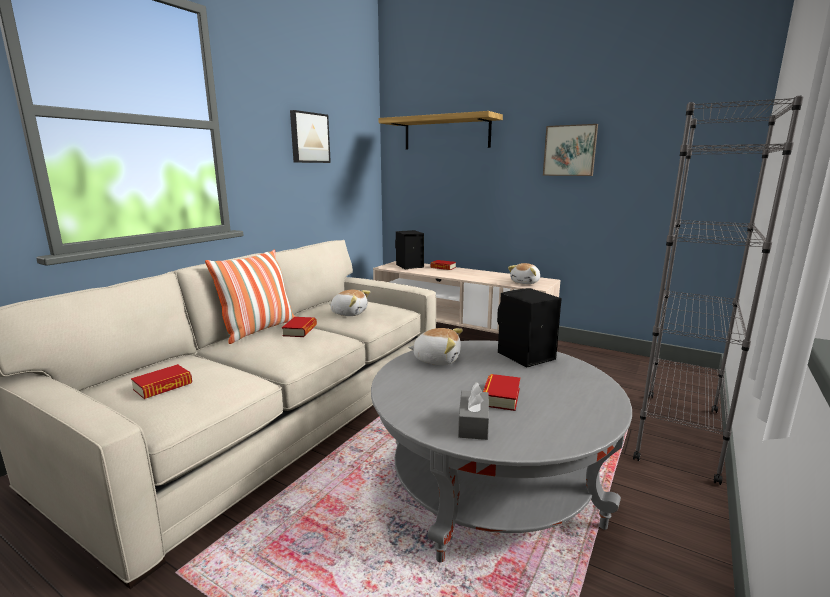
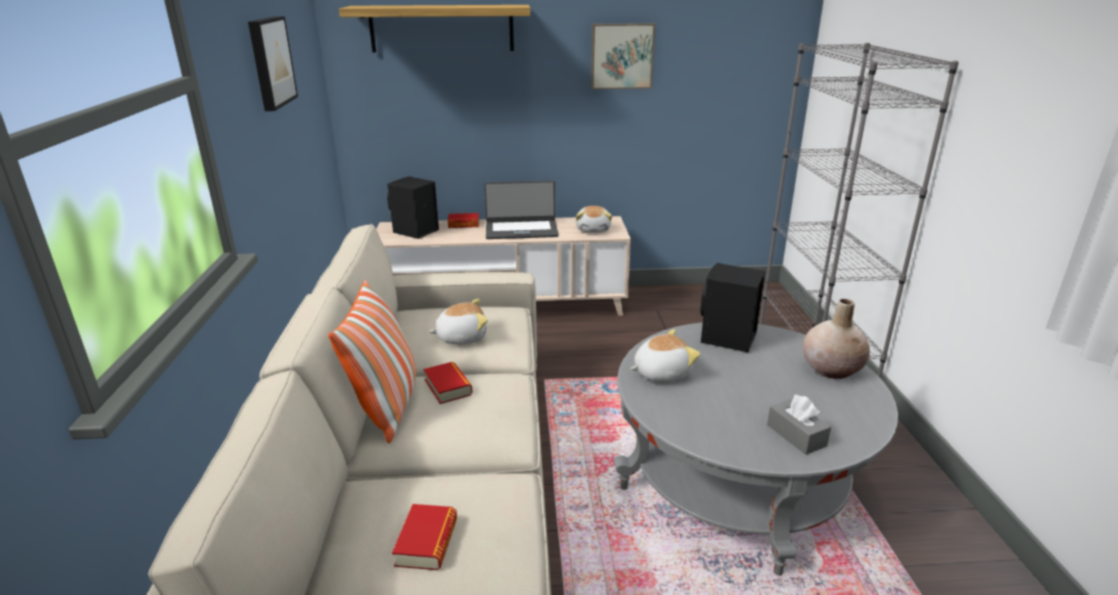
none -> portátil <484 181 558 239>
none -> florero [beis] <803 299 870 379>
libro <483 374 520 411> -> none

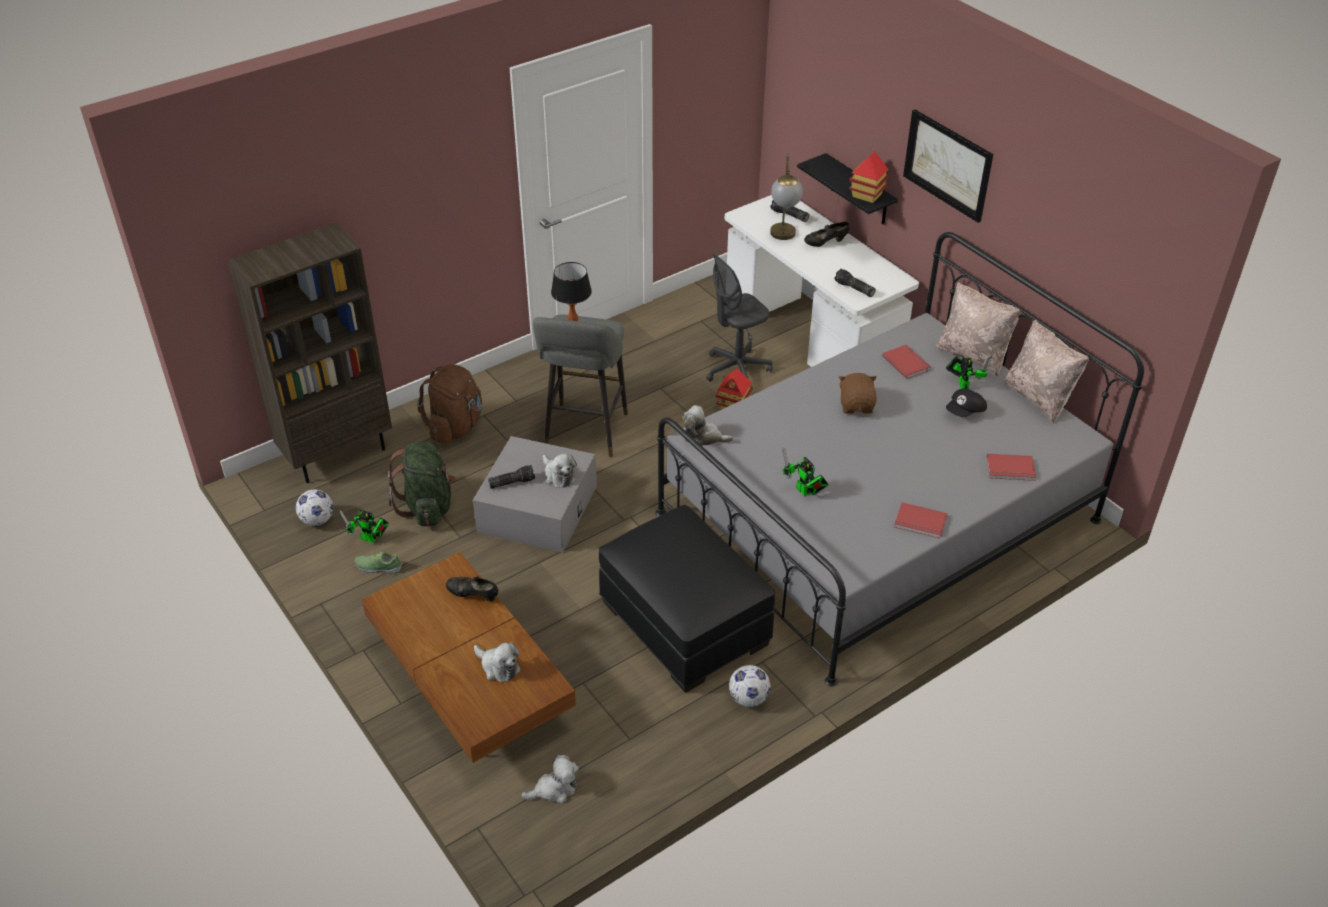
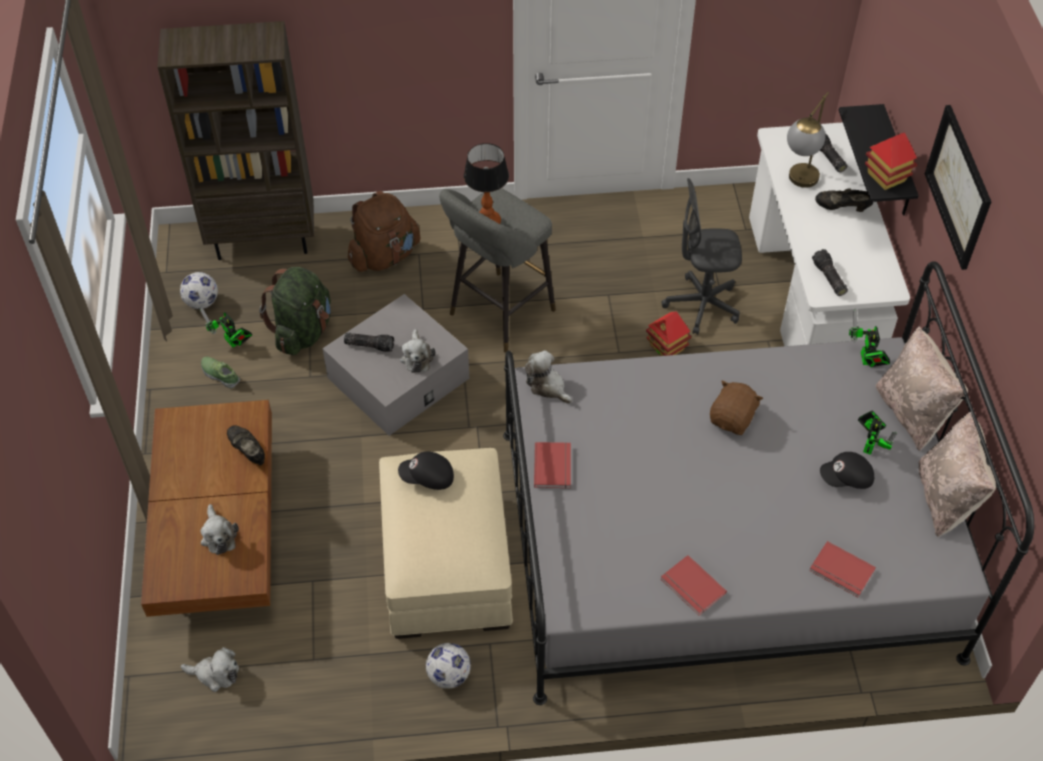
puf [negro] <599 505 775 692> -> puf [beis] <379 448 513 639>
none -> gorra [negro] <398 452 454 490>
libro [rojo] <882 345 930 379> -> libro [rojo] <534 442 571 489>, moved
robot de juguete <782 447 828 496> -> robot de juguete <849 309 890 367>, moved

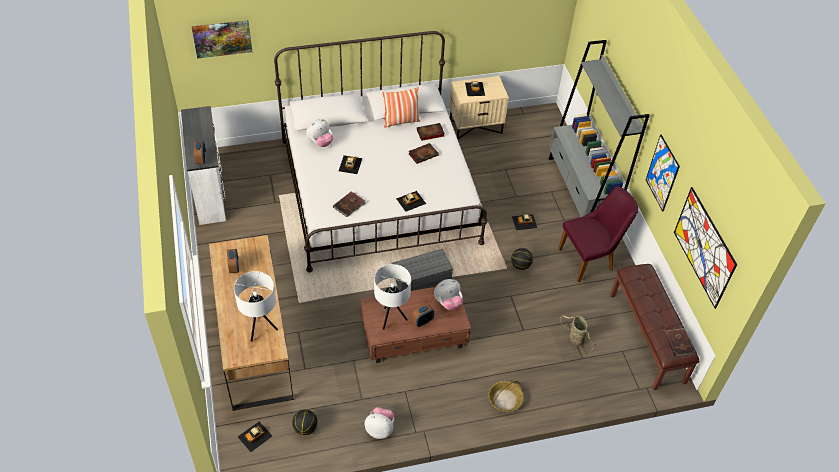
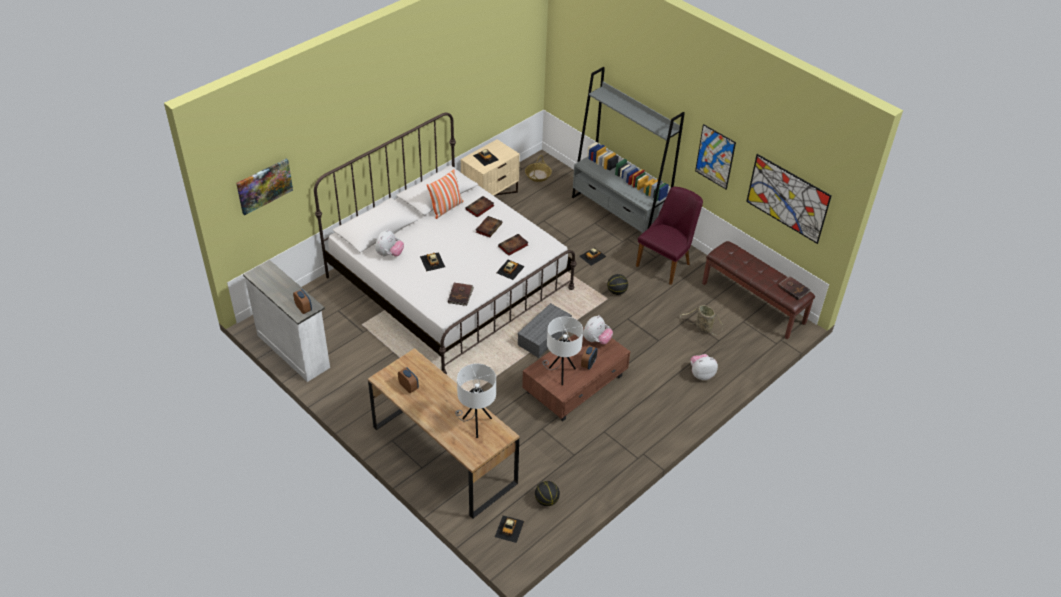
none -> libro <498 234 529 256>
cesta <488 381 523 412> -> cesta <525 155 552 182>, moved
peluche <364 407 394 439> -> peluche <691 354 718 380>, moved

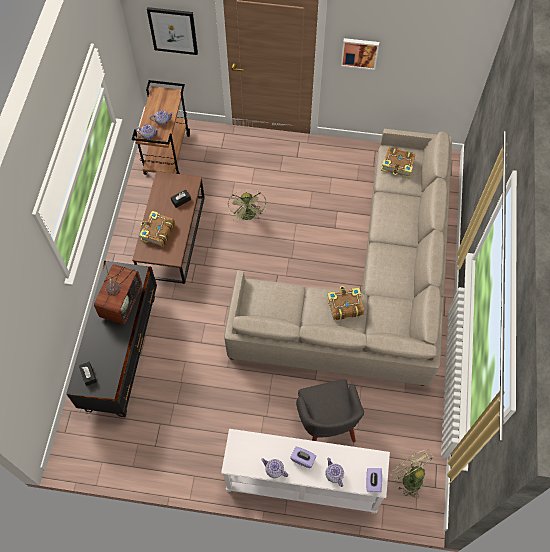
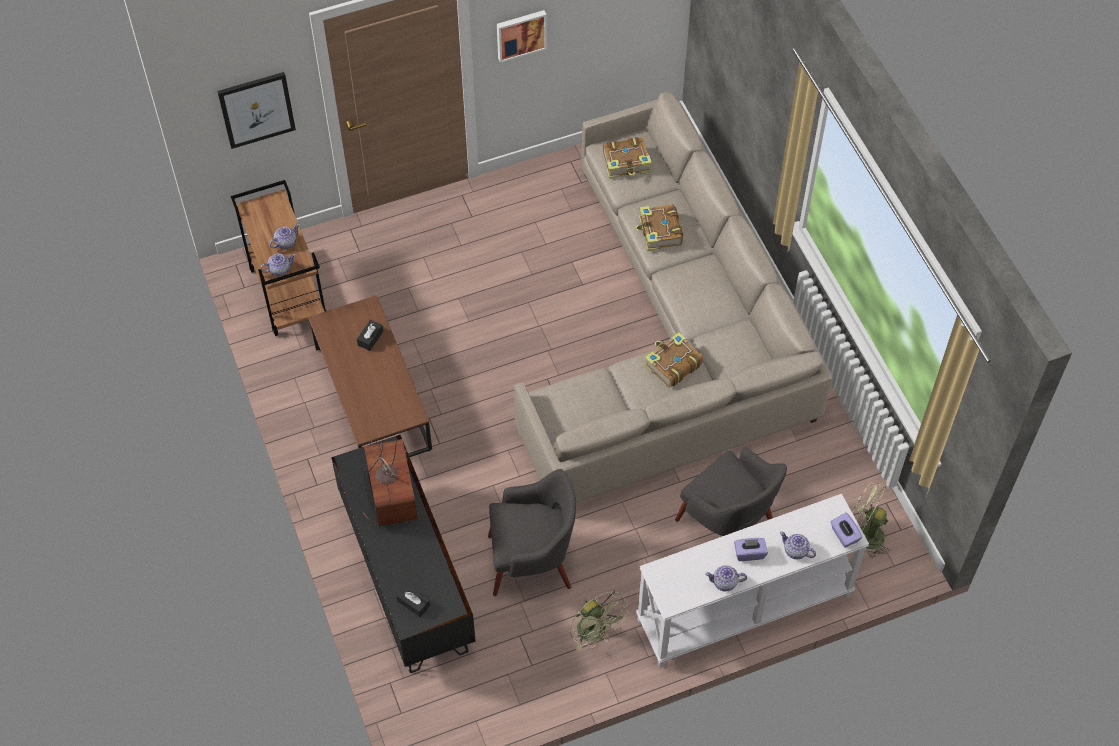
none -> sillón [gris] <488 469 576 596>
ventilador [verde] <228 190 266 221> -> ventilador [verde] <570 591 629 651>, moved
libro <139 211 175 247> -> libro <635 204 683 251>, moved

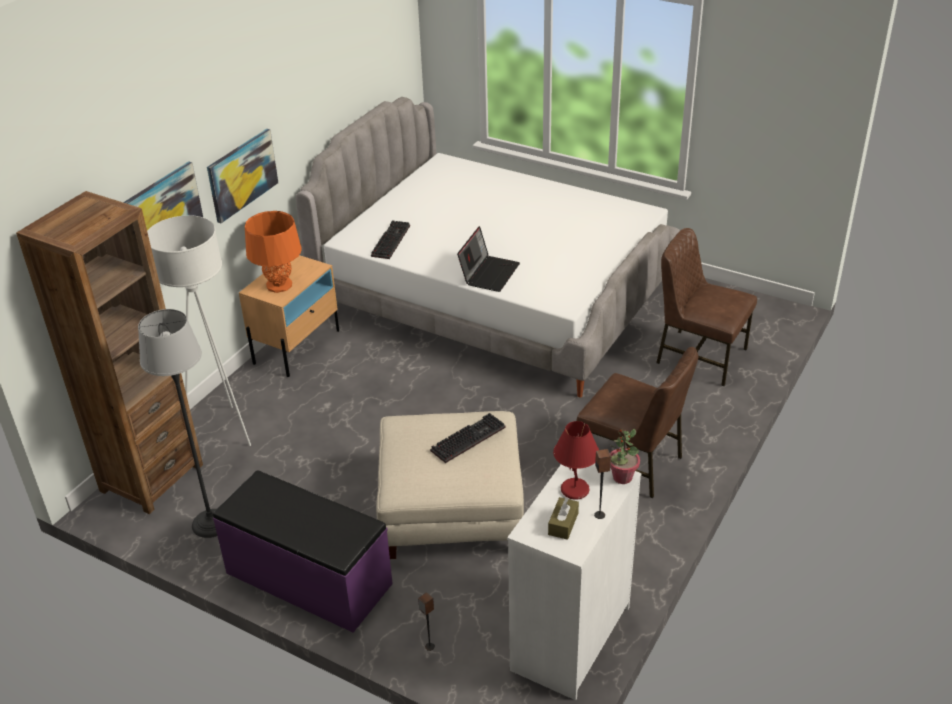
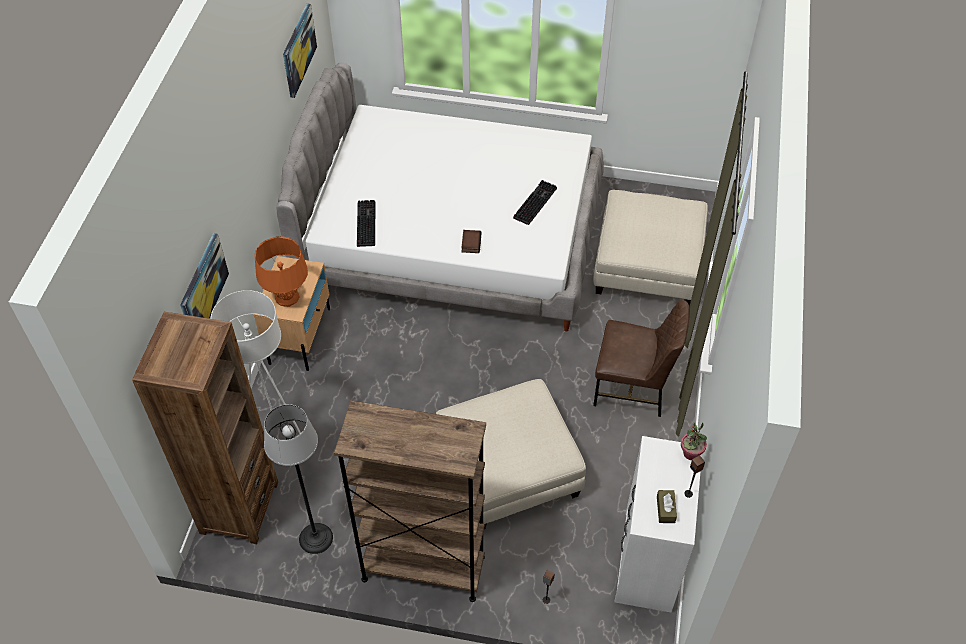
cuadro <207 129 278 223> -> cuadro <283 4 317 98>, moved
banco [morado] <213 470 393 633> -> estantería [marrón] <334 400 486 602>
portátil <457 226 520 292> -> libro <461 230 482 253>
teclado <430 413 506 463> -> teclado <513 180 557 225>, moved
silla [marrón] <656 228 757 386> -> puf [beis] <593 190 708 307>
lámpara de mesa [rojo] <553 421 599 500> -> none

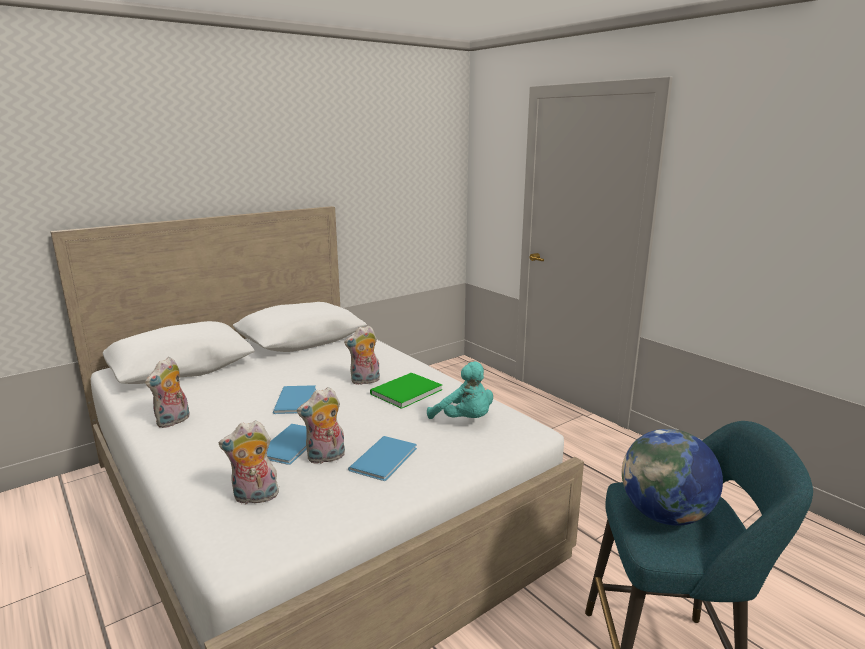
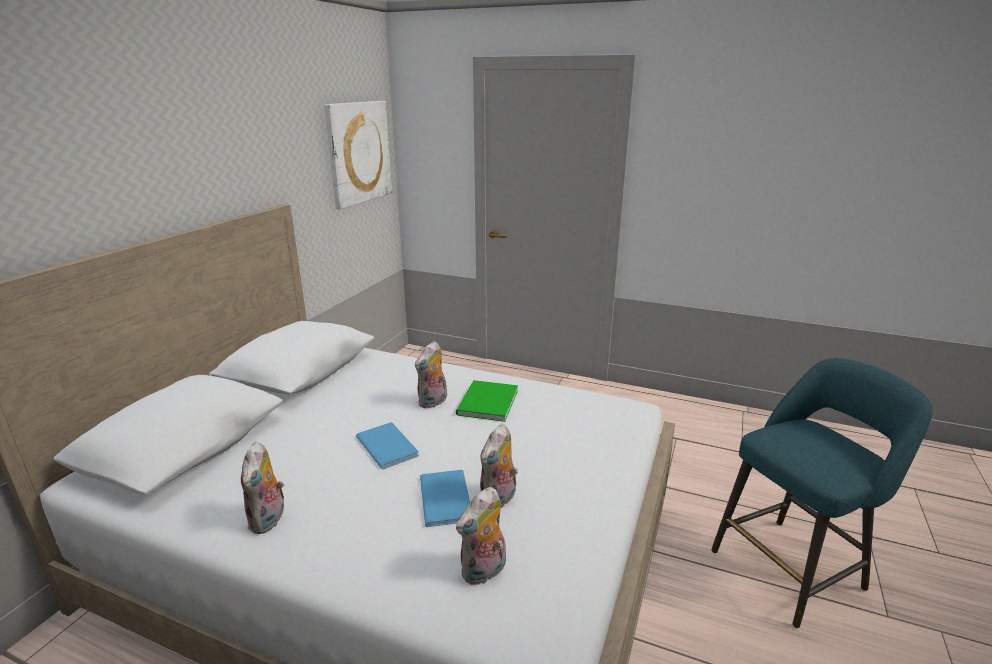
none -> cuadro <324 101 392 209>
libro [azul] <348 436 417 481> -> none
peluche [turquesa] <427 361 493 419> -> none
globo terráqueo <622 429 723 526> -> none

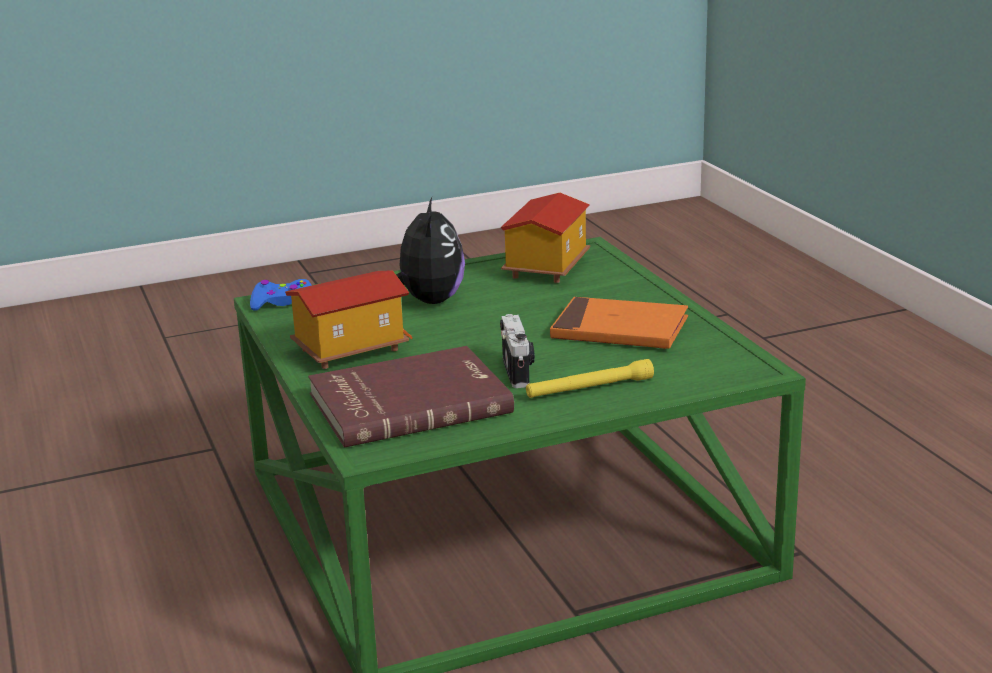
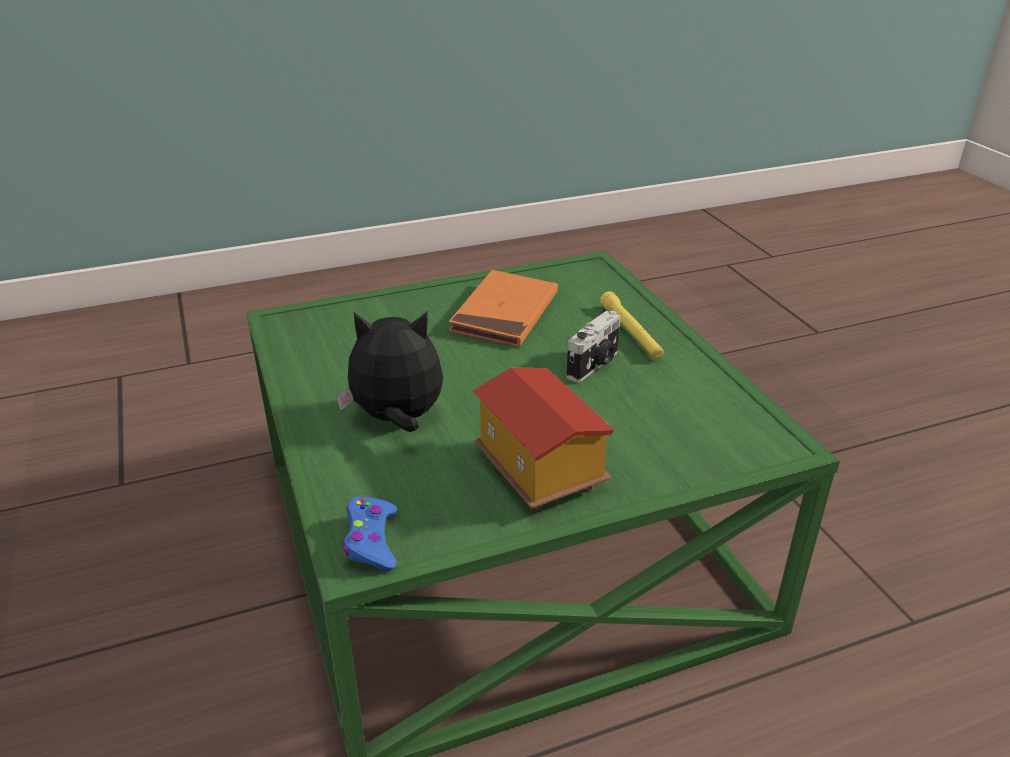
cámara <500 314 535 388> -> cámara <566 311 621 383>, 135 degrees clockwise
libro [rojo] <308 346 514 448> -> none
casita <501 193 590 283> -> none

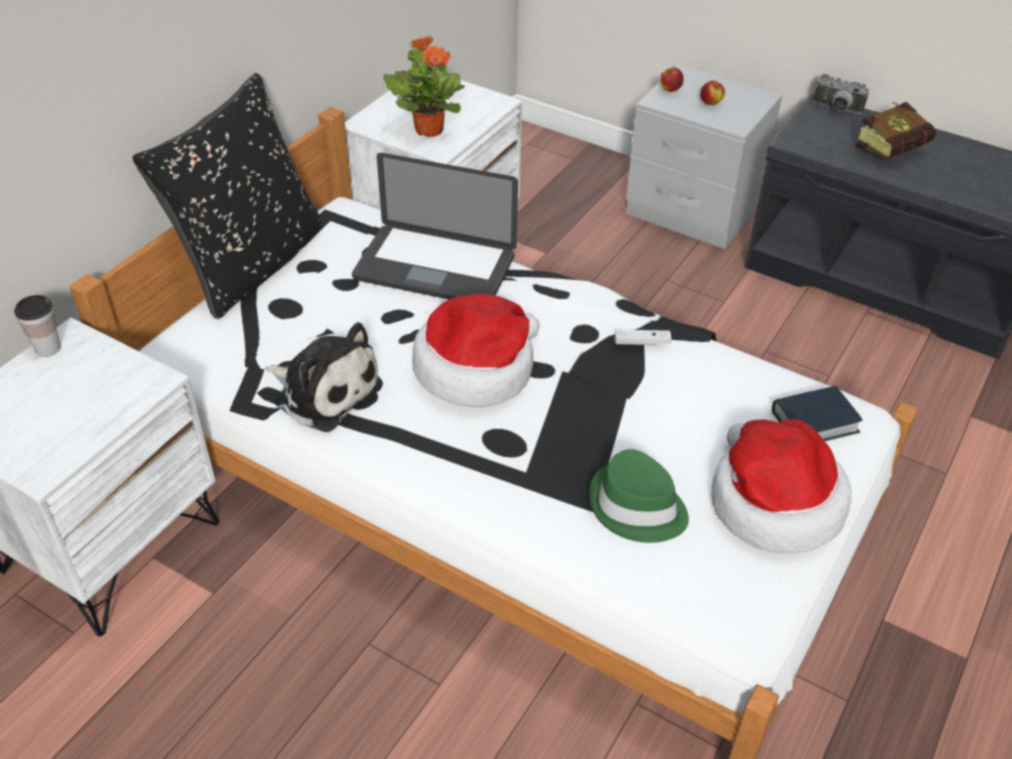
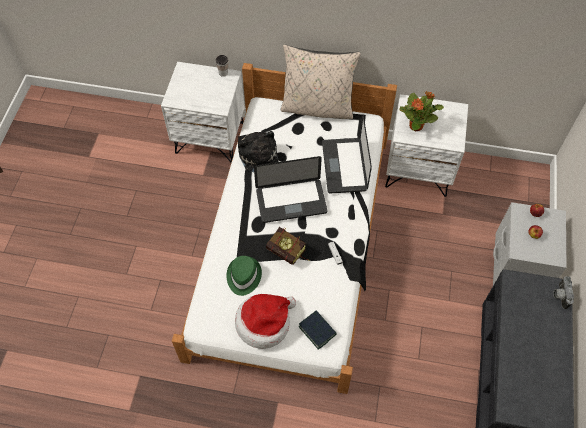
peluche <265 322 383 432> -> peluche <238 131 279 172>, 150 degrees clockwise
sombrero <412 294 540 407> -> portátil <254 156 327 223>
libro <856 102 936 159> -> libro <266 227 310 265>, moved
cojín [negro] <132 73 324 319> -> cojín [beis] <281 45 361 119>

